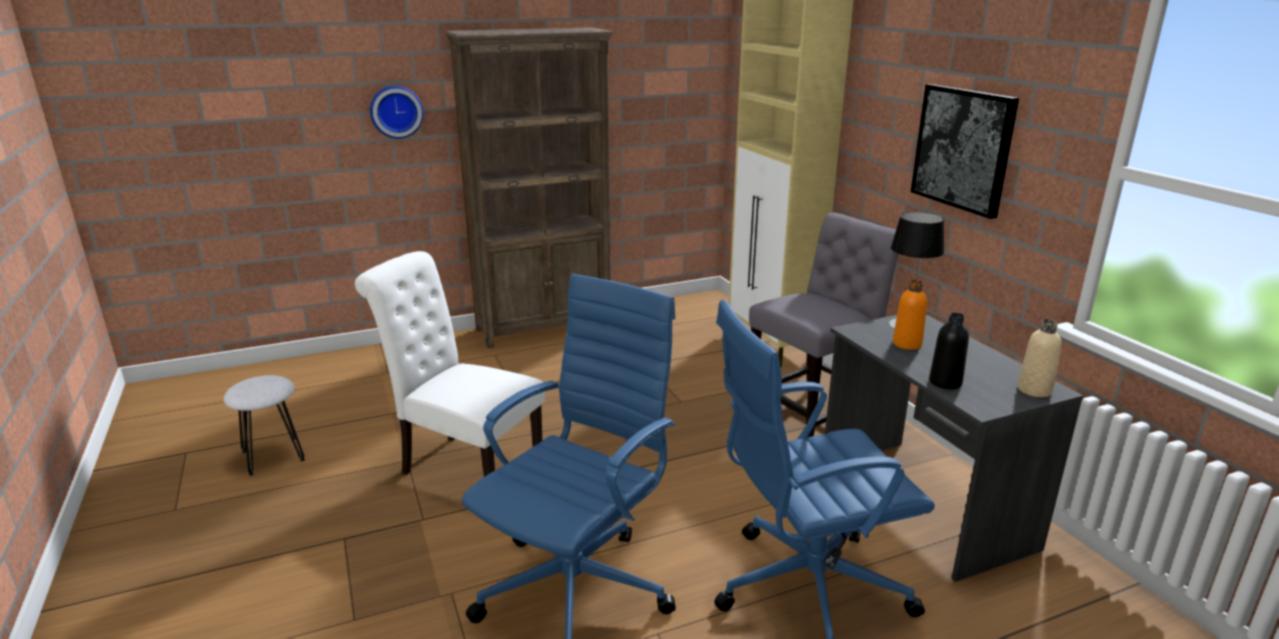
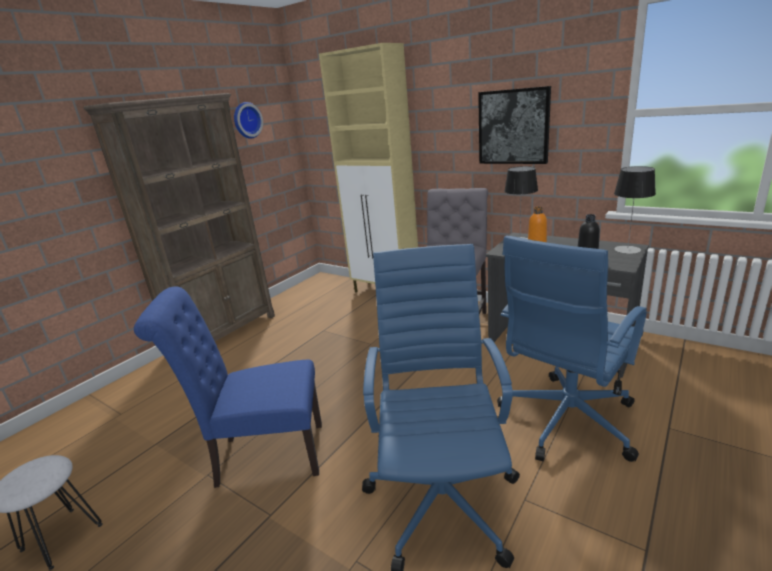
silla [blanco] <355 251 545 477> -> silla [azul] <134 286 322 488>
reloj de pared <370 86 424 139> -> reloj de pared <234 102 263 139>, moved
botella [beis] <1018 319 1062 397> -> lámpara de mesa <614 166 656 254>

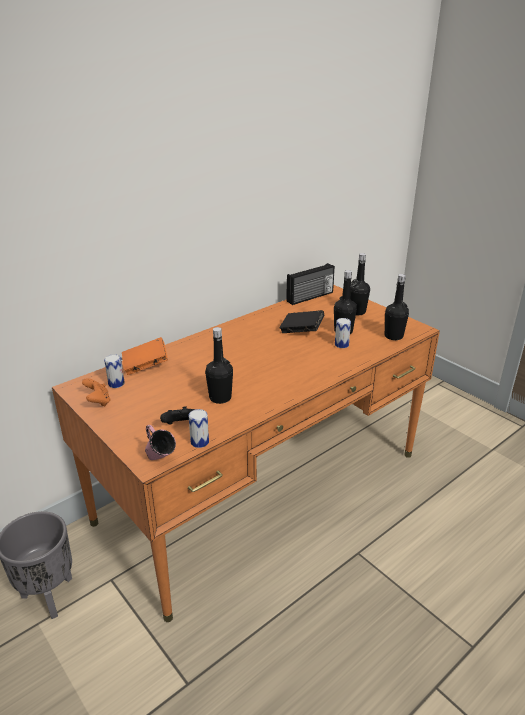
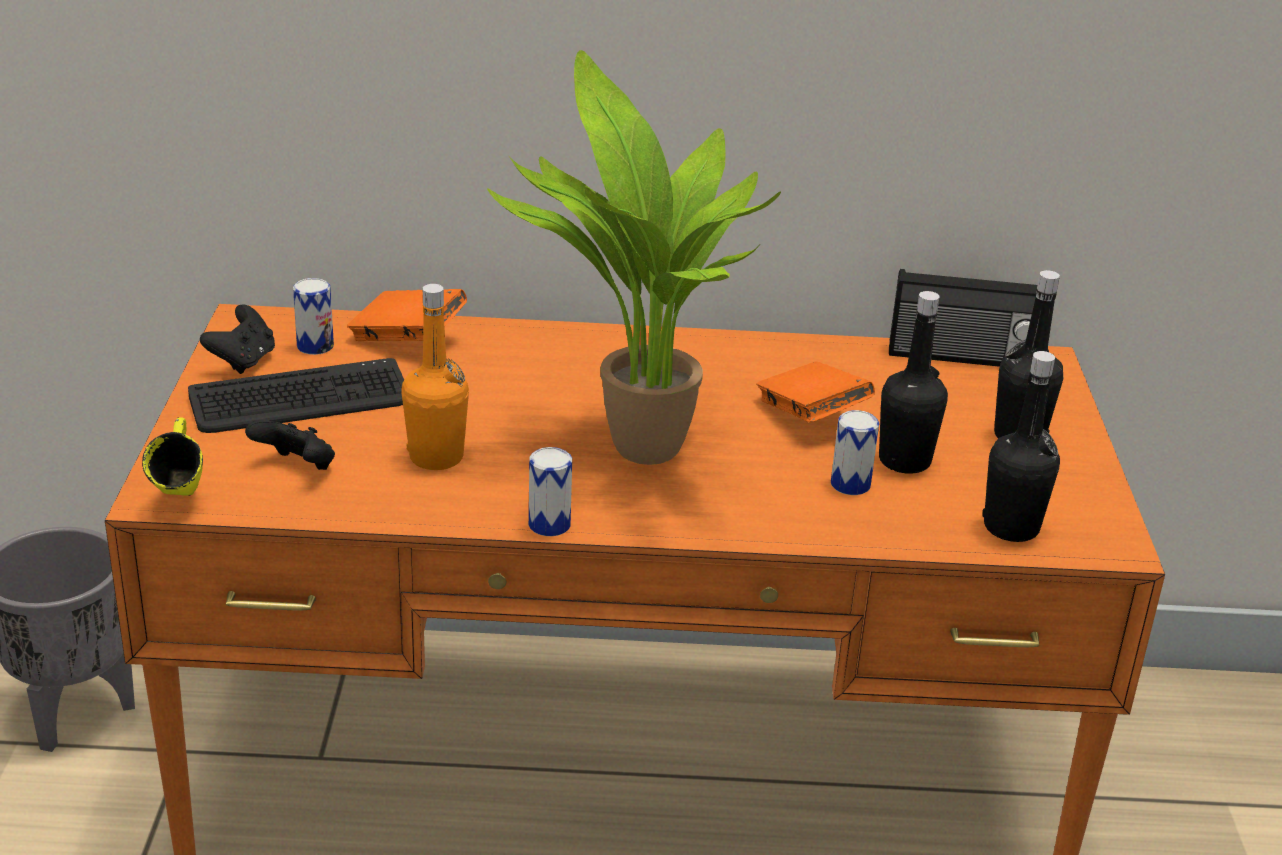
taza grande [rosa] <145 425 176 460> -> taza grande [amarillo] <142 417 203 496>
none -> teclado <188 358 404 433>
mando de consola [naranja] <82 378 111 406> -> mando de consola [negro] <200 305 275 374>
botella [negro] <205 327 233 404> -> botella [naranja] <402 284 469 470>
none -> planta en maceta <487 50 781 465>
lata <189 409 209 448> -> lata <529 447 572 536>, moved
libro [negro] <279 310 324 333> -> libro [naranja] <756 362 875 423>

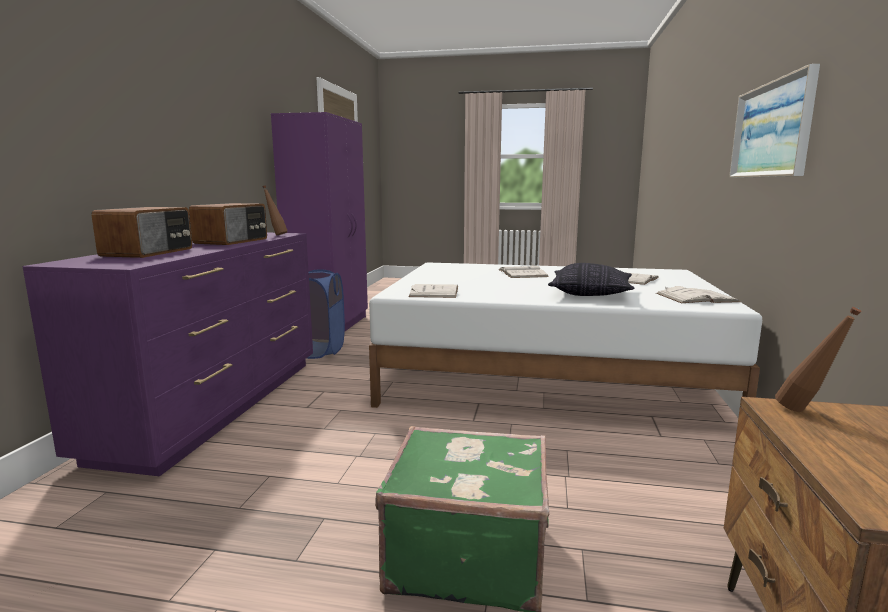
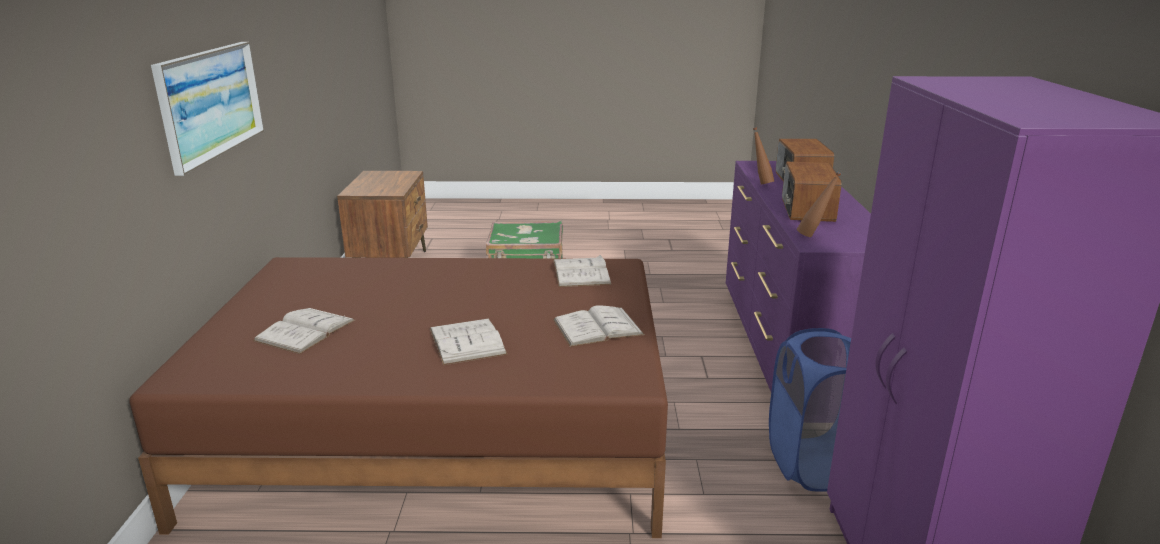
cama [blanco] <369 262 762 408> -> cama [marrón] <129 257 668 538>
libro [blanco] <656 286 740 303> -> libro [blanco] <553 305 645 347>, moved
botella [marrón] <775 307 862 412> -> botella [marrón] <753 127 774 184>, moved
cojín <548 263 635 296> -> none

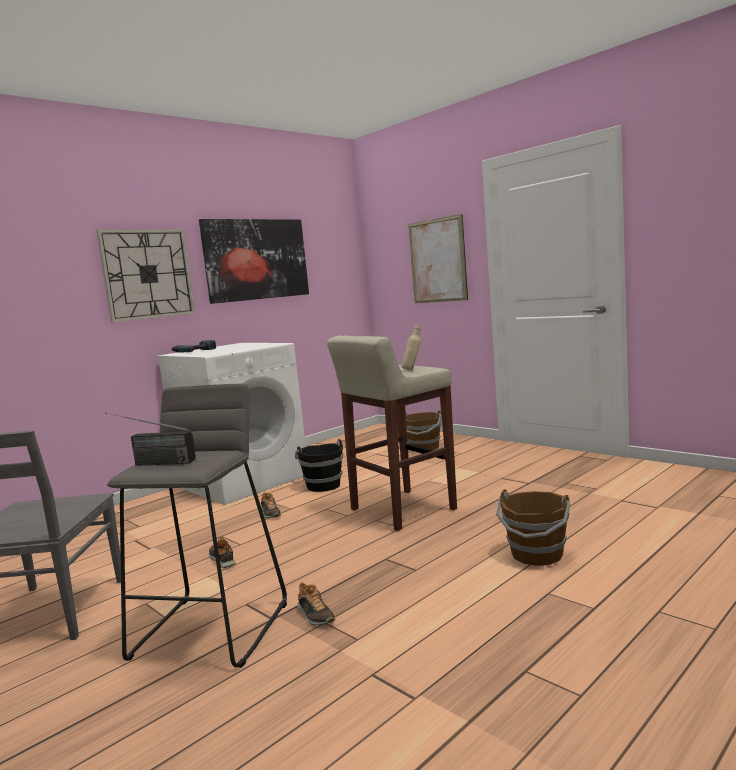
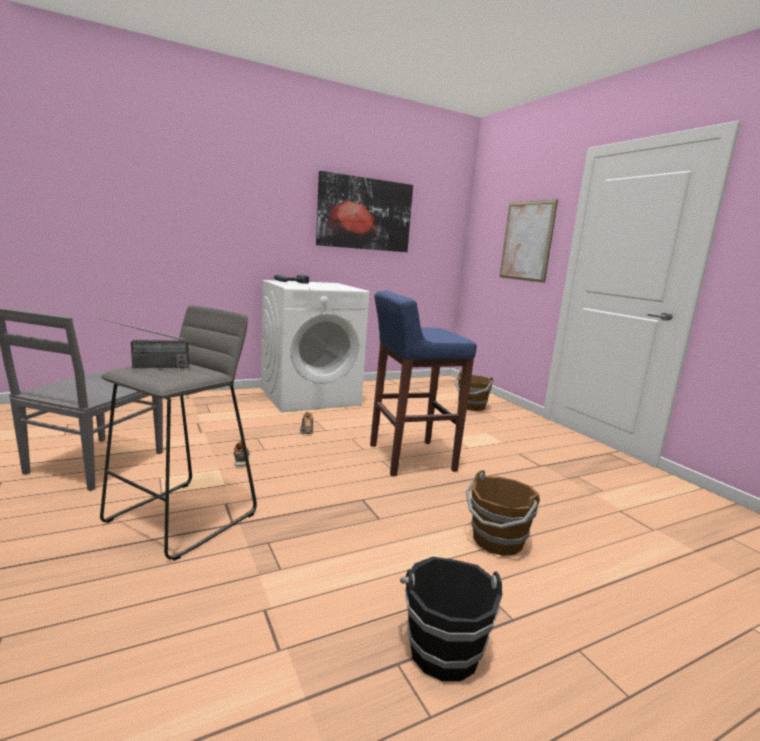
radio <105 413 196 466> -> radio <99 318 189 368>, 45 degrees counterclockwise
taburete [beis] <327 336 457 531> -> taburete [azul] <370 291 477 476>
cubo [negro] <295 439 343 492> -> cubo [negro] <400 557 502 681>, moved
reloj de pared <96 229 195 323> -> none
zapato <297 583 335 625> -> none
botella [beis] <401 324 421 371> -> none

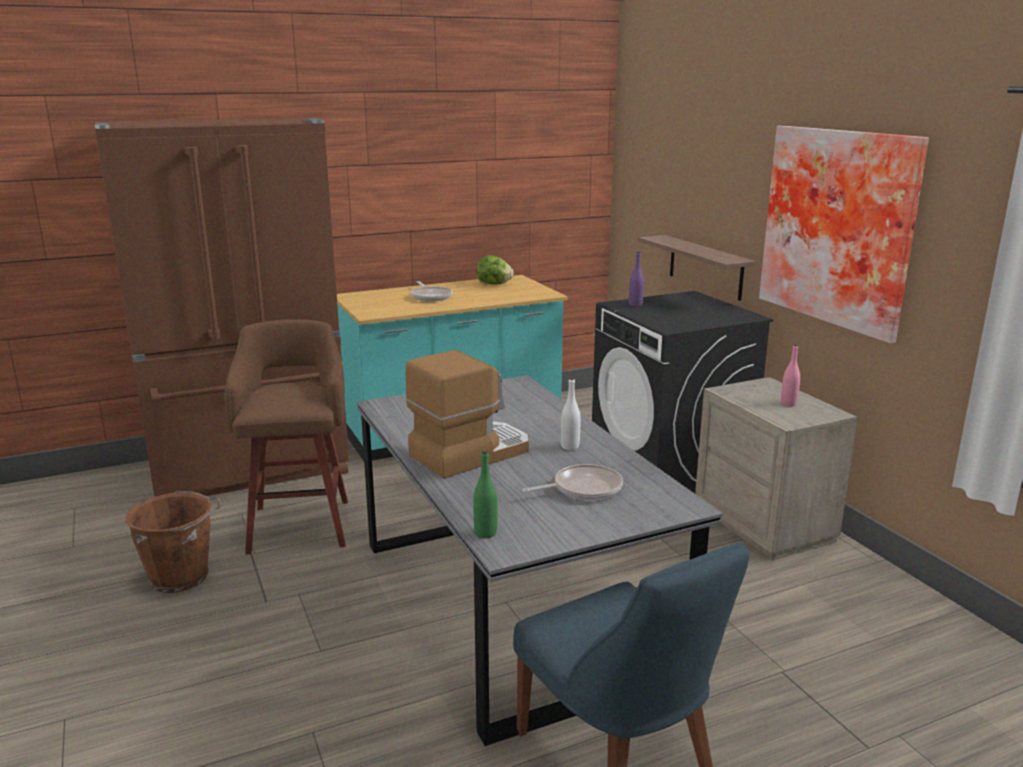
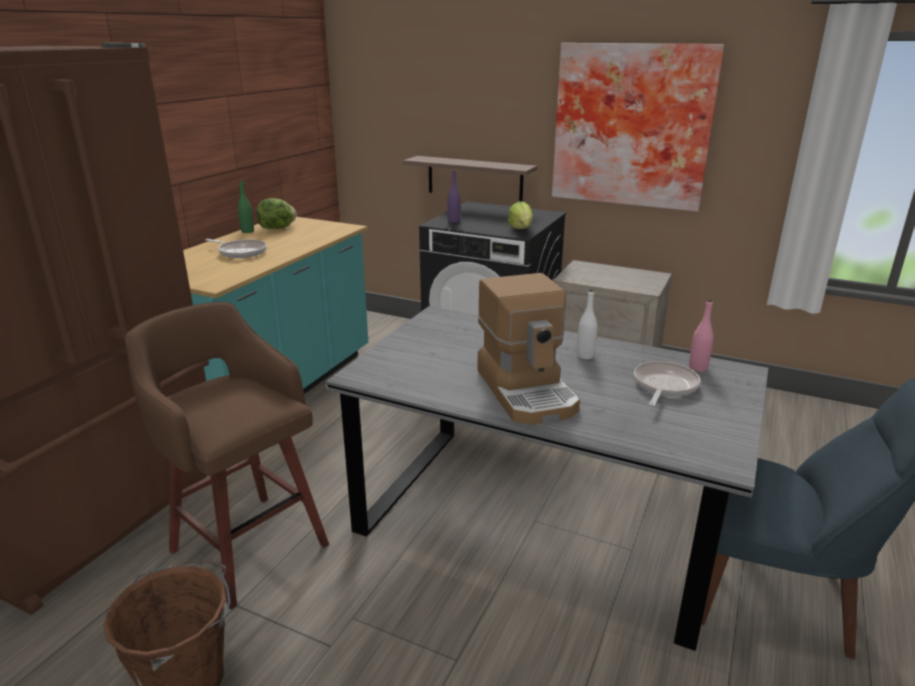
botella [verde] <473 450 498 538> -> botella [verde] <238 181 254 233>, moved
cafetera <405 350 529 478> -> cafetera <477 273 580 425>, 150 degrees clockwise
none -> lechuga <508 201 533 229>
botella [rosa] <781 344 800 406> -> botella [rosa] <689 299 714 372>, moved

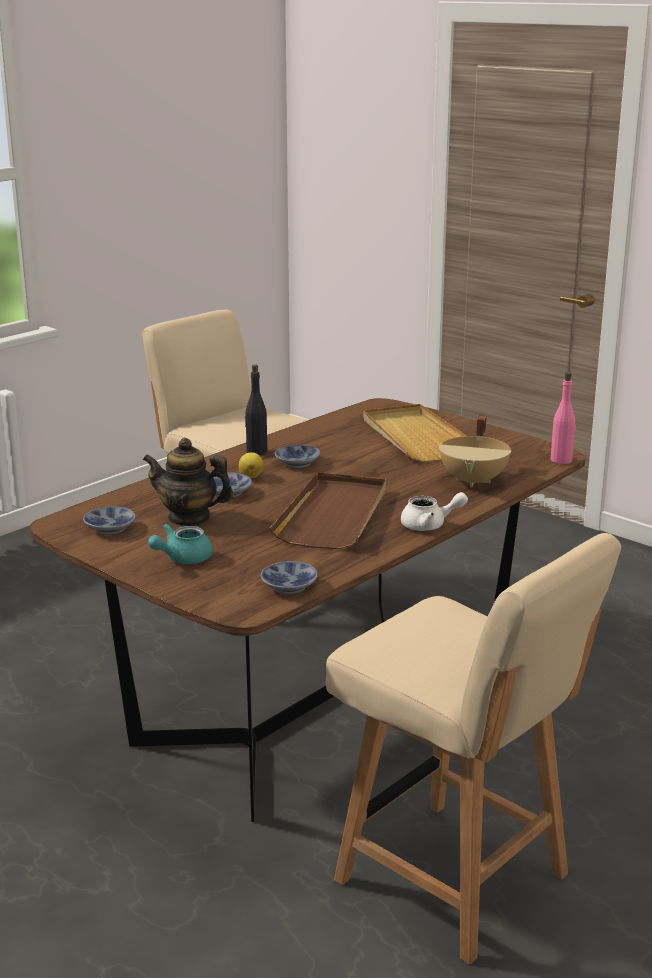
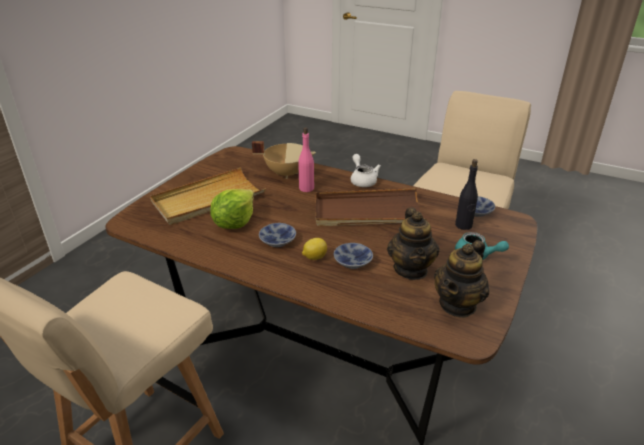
none -> lechuga <210 189 254 229>
botella [rosa] <551 372 576 464> -> botella [rosa] <298 128 314 192>, moved
cuenco <83 506 135 534> -> tetera <434 240 490 318>
botella [negro] <245 365 267 455> -> botella [negro] <455 159 478 230>, moved

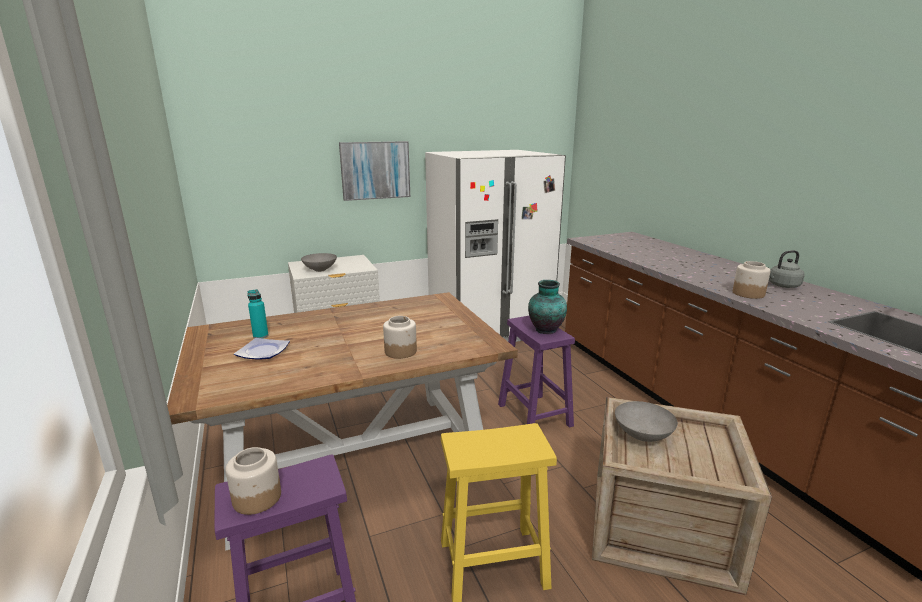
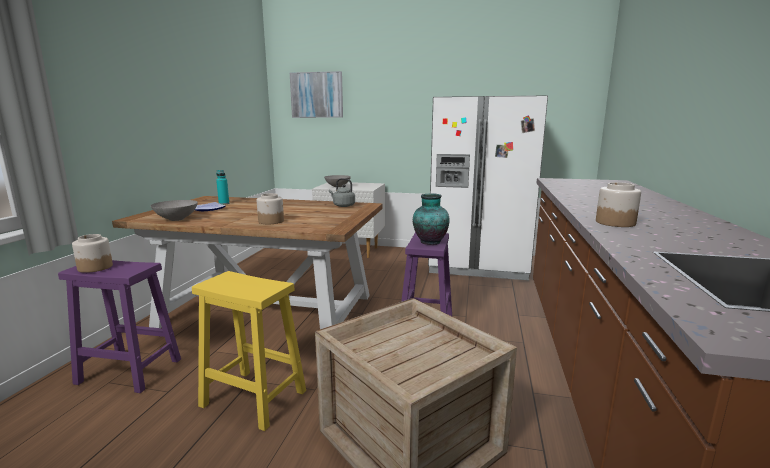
cuenco [gris] <615 401 678 442> -> cuenco [gris] <151 200 198 221>, moved
cuadro <339 141 410 201> -> cuadro <290 71 343 118>, moved
hervidor [gris] <769 250 805 288> -> hervidor [gris] <329 178 355 207>, moved

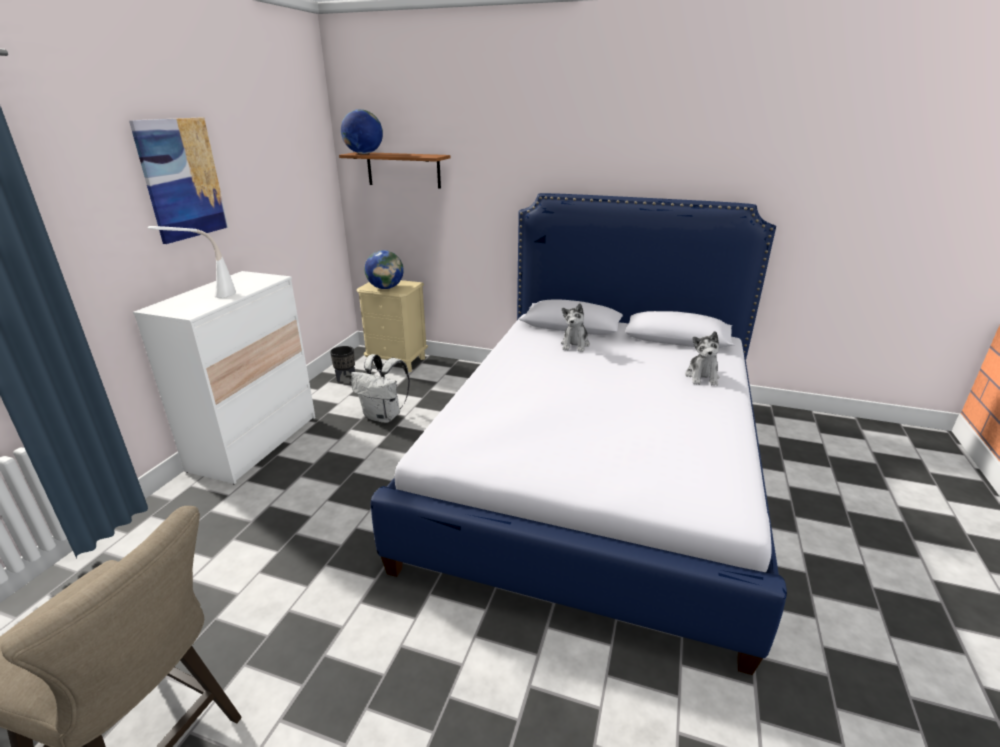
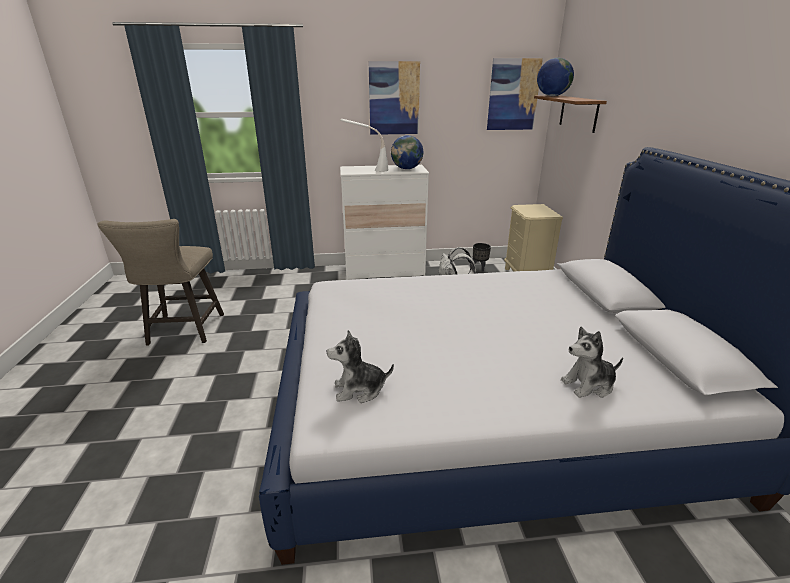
peluche <561 303 590 352> -> peluche <326 330 394 403>, moved
globo terráqueo <365 250 404 289> -> globo terráqueo <391 135 423 169>, moved
none -> cuadro <487 58 543 130>

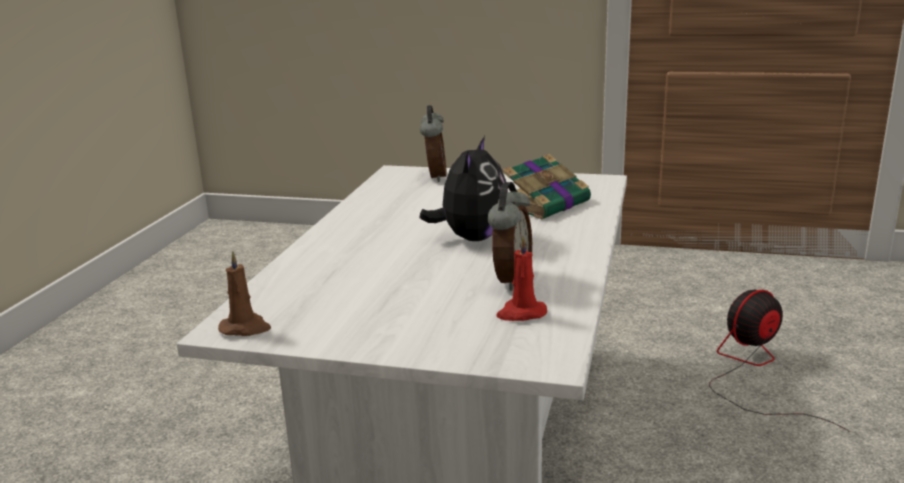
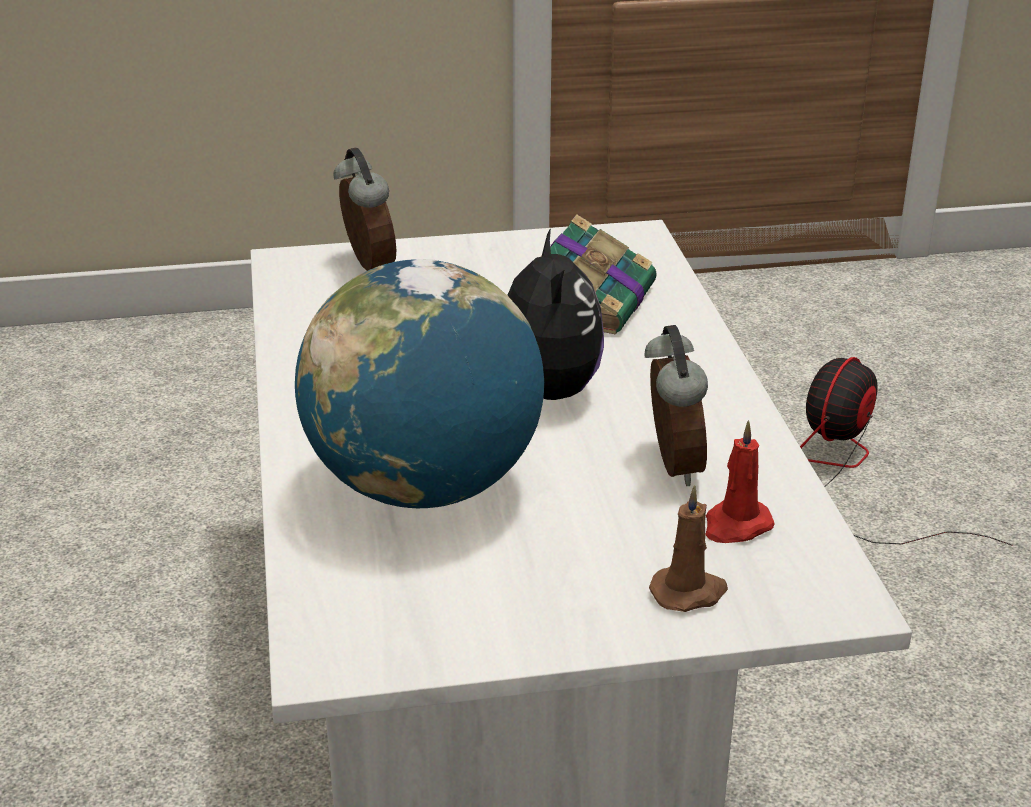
none -> globo terráqueo <295 259 544 508>
vela [marrón] <218 251 271 336> -> vela [marrón] <649 485 728 612>, moved

